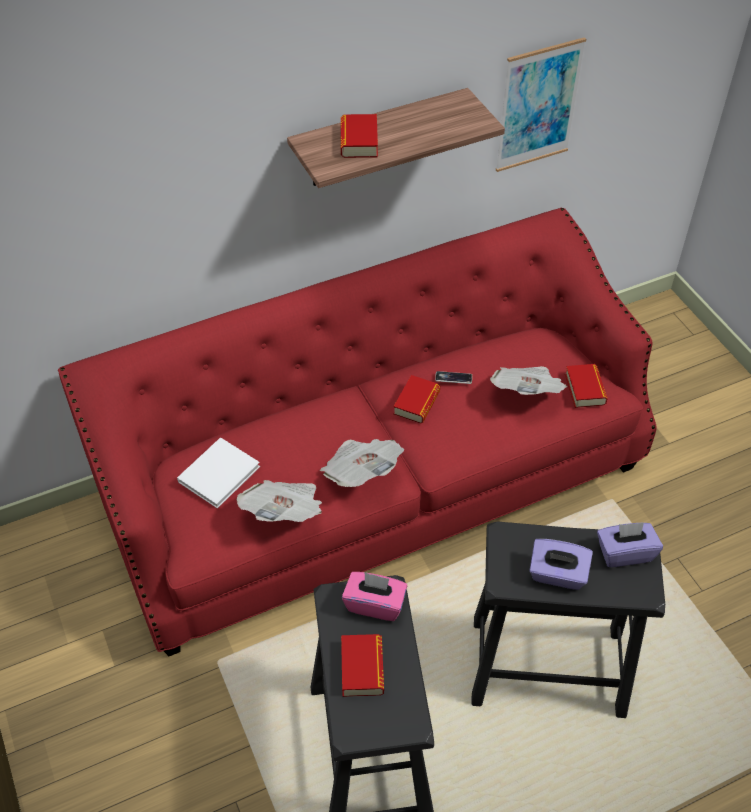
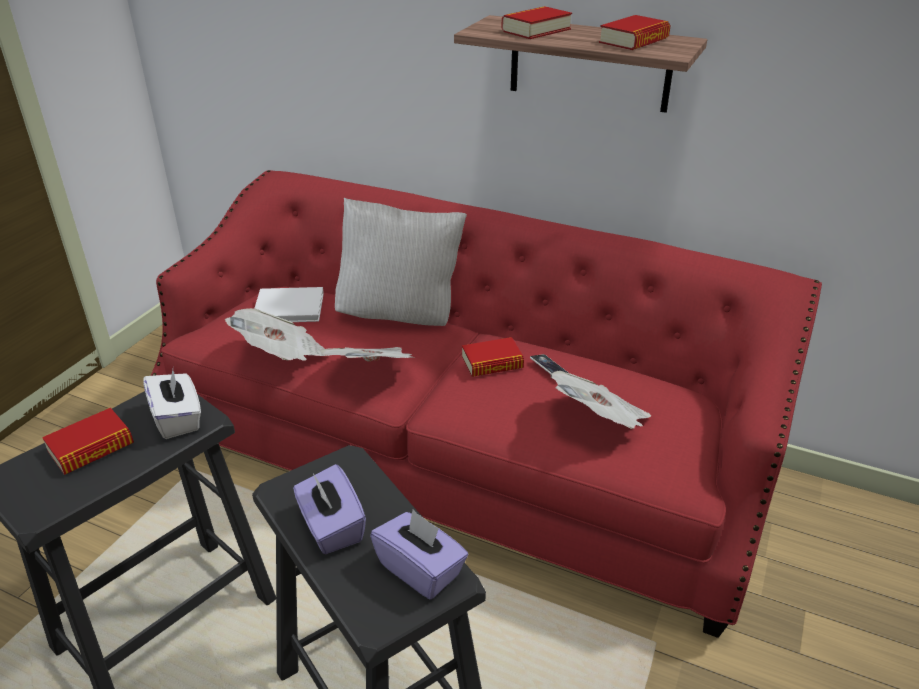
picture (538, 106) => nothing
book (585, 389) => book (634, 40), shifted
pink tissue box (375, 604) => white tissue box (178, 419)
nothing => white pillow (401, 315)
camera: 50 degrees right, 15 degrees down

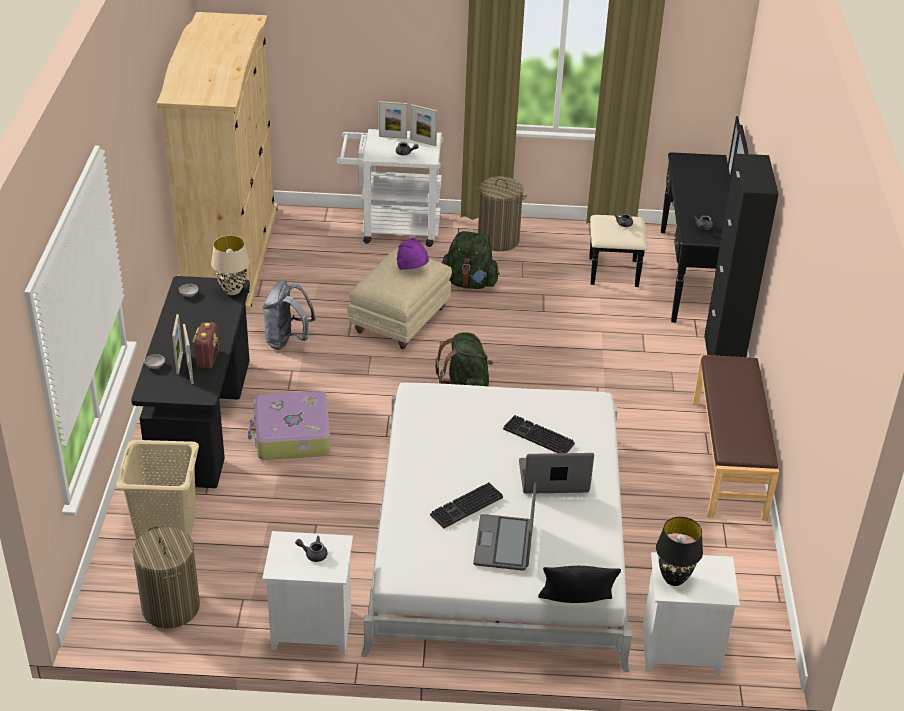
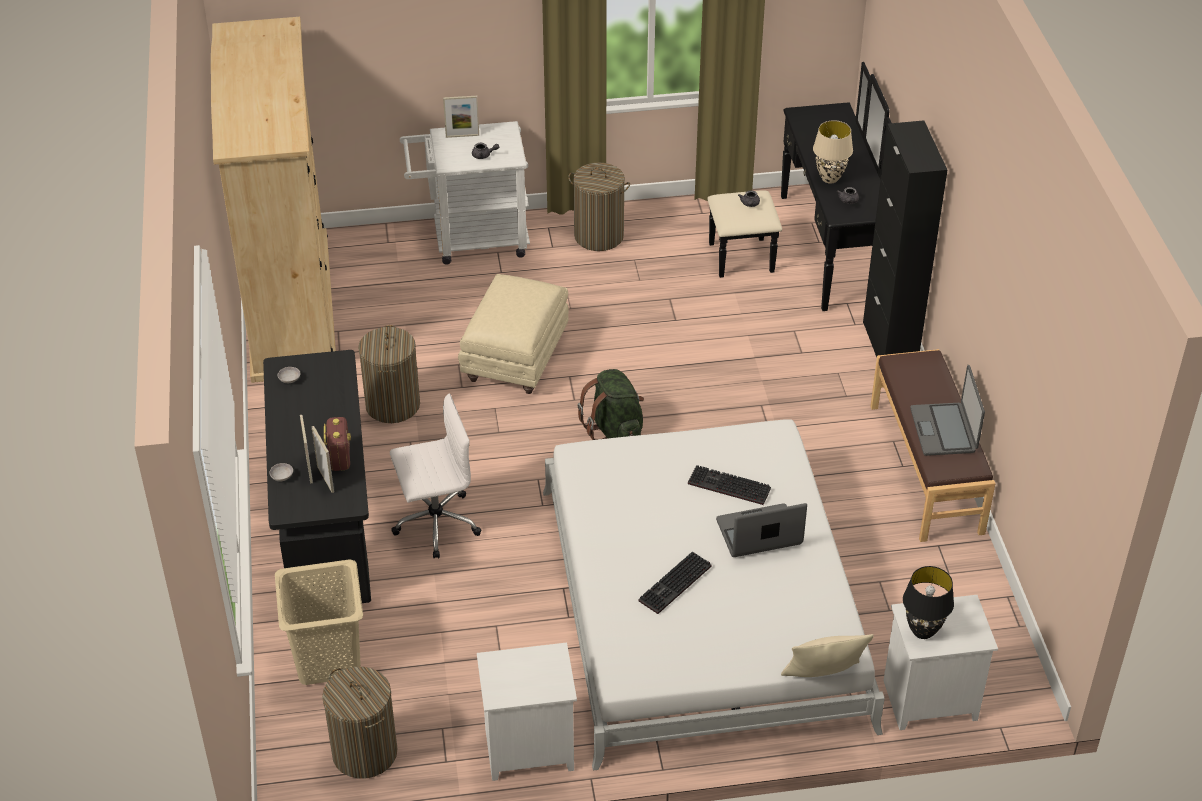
picture frame (423, 142) => nothing
green backpack (469, 283) => nothing
beige table lamp (233, 290) => beige table lamp (830, 178), shifted
purple hat (412, 269) => nothing
grey backpack (287, 341) => laundry basket (393, 405)
suitcase (291, 436) => white office chair (435, 523)
laptop (504, 543) => laptop (944, 430), shifted
grey teapot (313, 554) => nothing
black pillow (575, 606) => beige pillow (823, 678)
camera: 10 degrees left, 5 degrees up

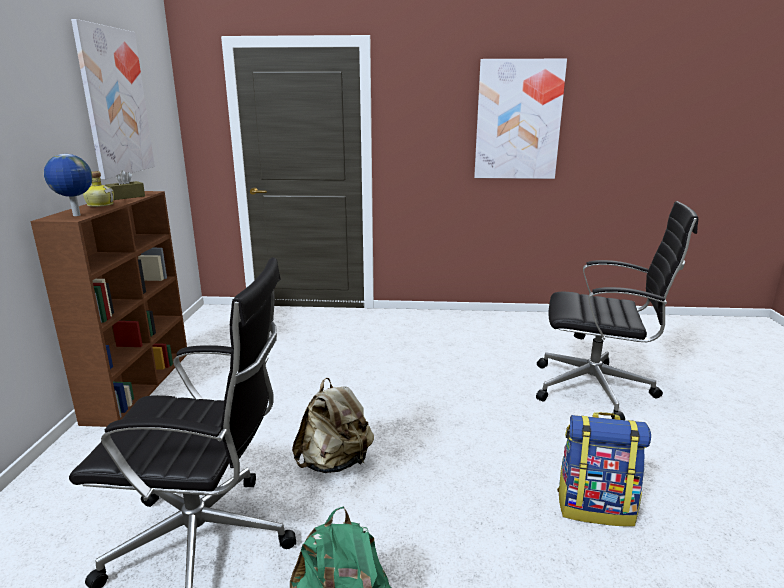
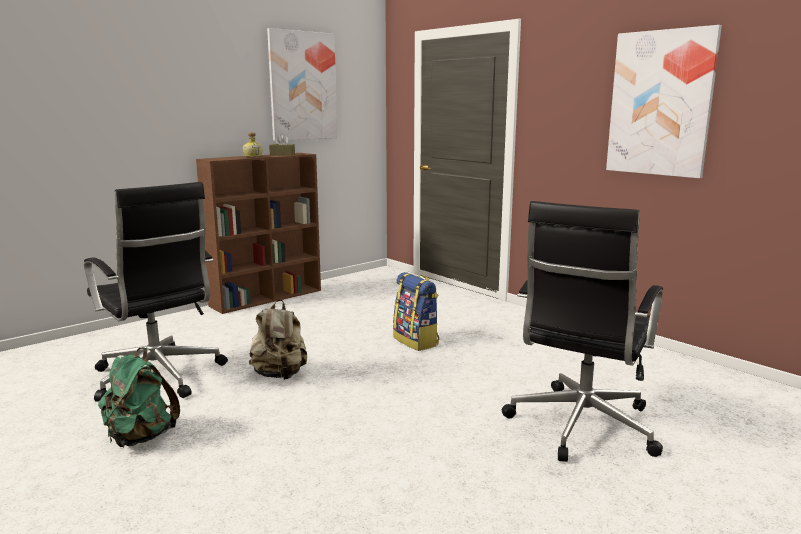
globe (76, 215) => nothing
black office chair (596, 389) => black office chair (580, 427), 60 degrees clockwise
backpack (595, 507) => backpack (416, 341), shifted
camera: 45 degrees right, 5 degrees down

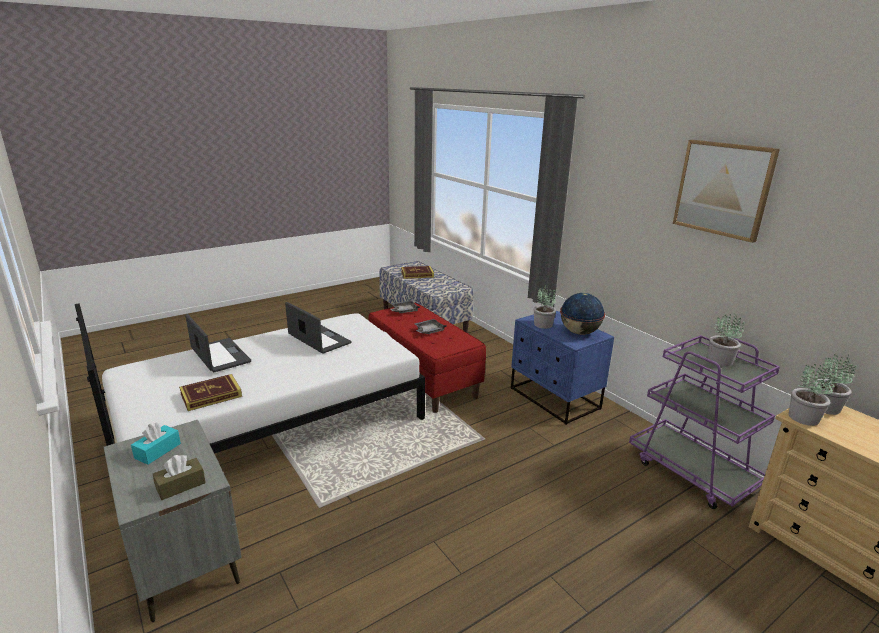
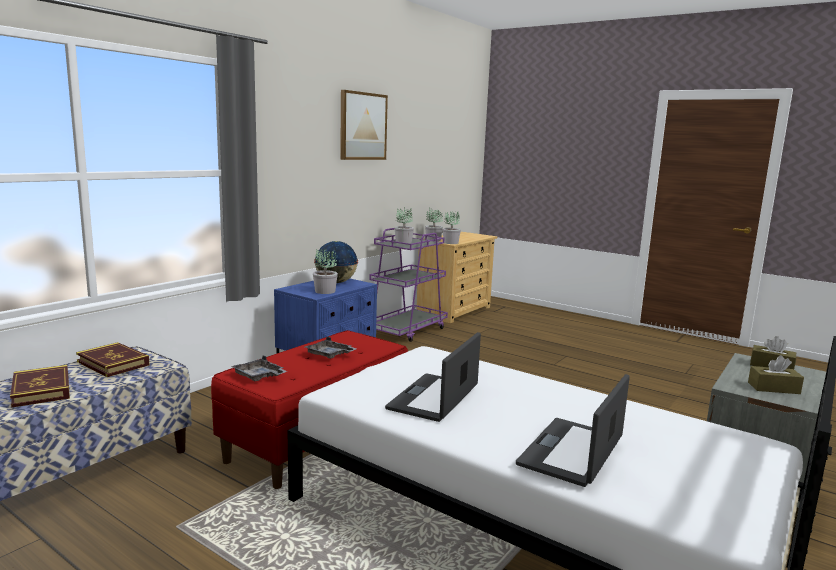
book (211, 395) => book (113, 363), shifted
turquoise tissue box (158, 451) => brown tissue box (773, 388)
camera: 110 degrees left, 10 degrees down

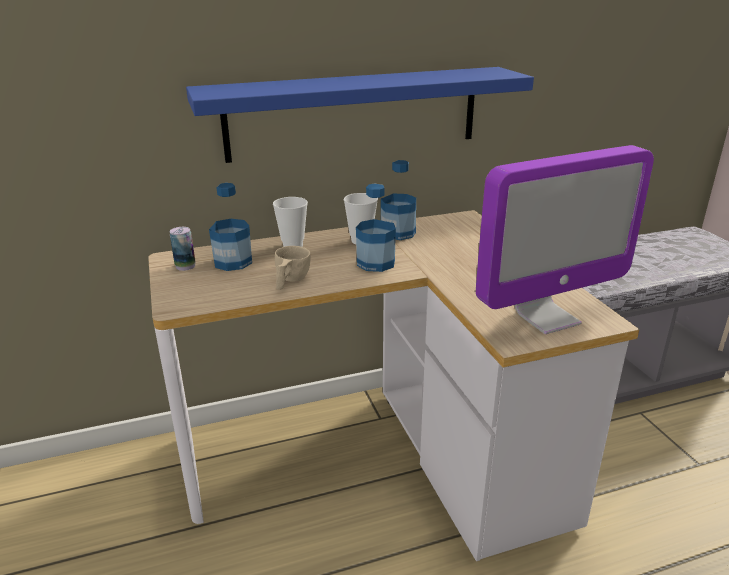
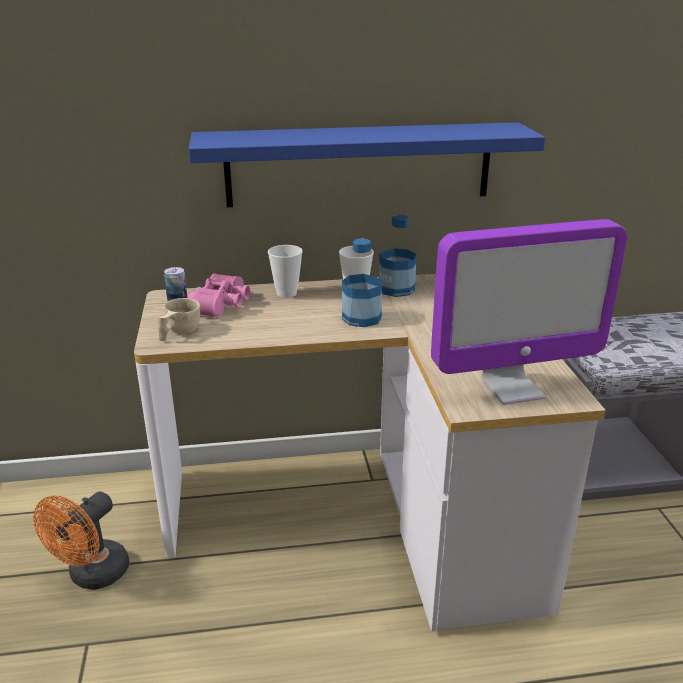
bottle (233, 262) => pink binoculars (223, 305)
beige cup (290, 281) => beige cup (178, 333), shifted
nothing => orange fan (92, 576)
camera: 10 degrees right, 0 degrees up

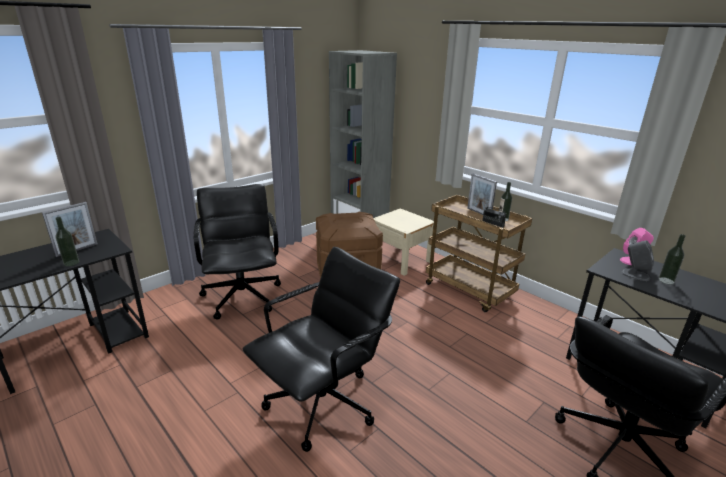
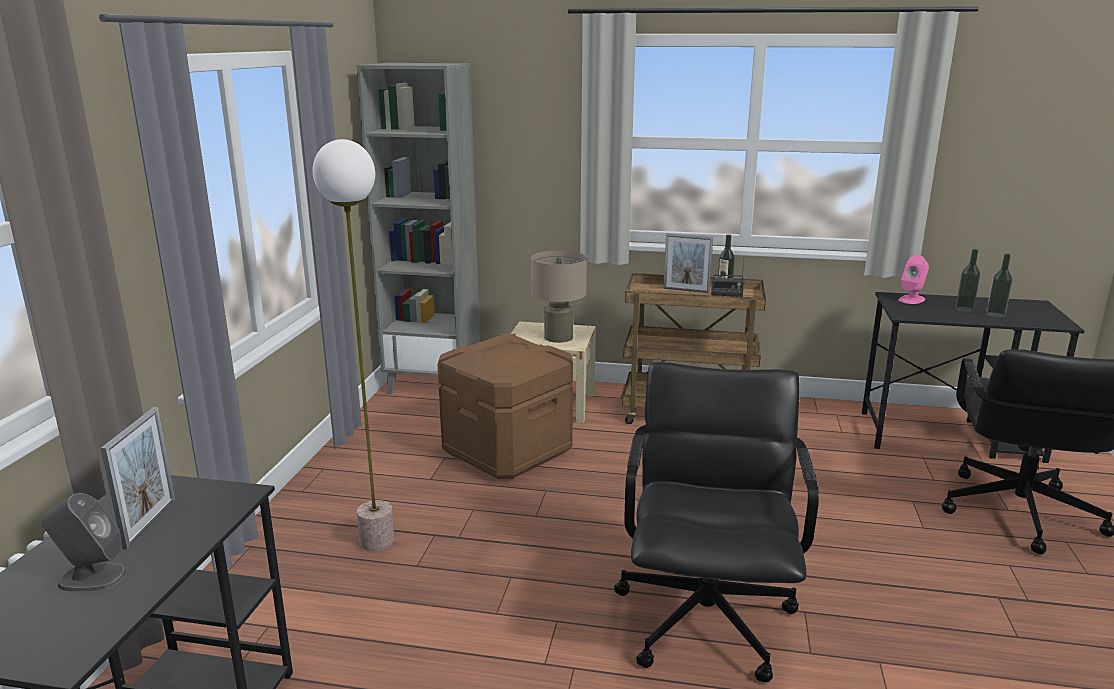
black office chair (243, 296) => floor lamp (377, 540)
bottle (71, 263) => bottle (995, 315), shifted
grey speaker (635, 275) => grey speaker (91, 578), shifted
nothing => beige table lamp (558, 337)
camera: 35 degrees left, 5 degrees down

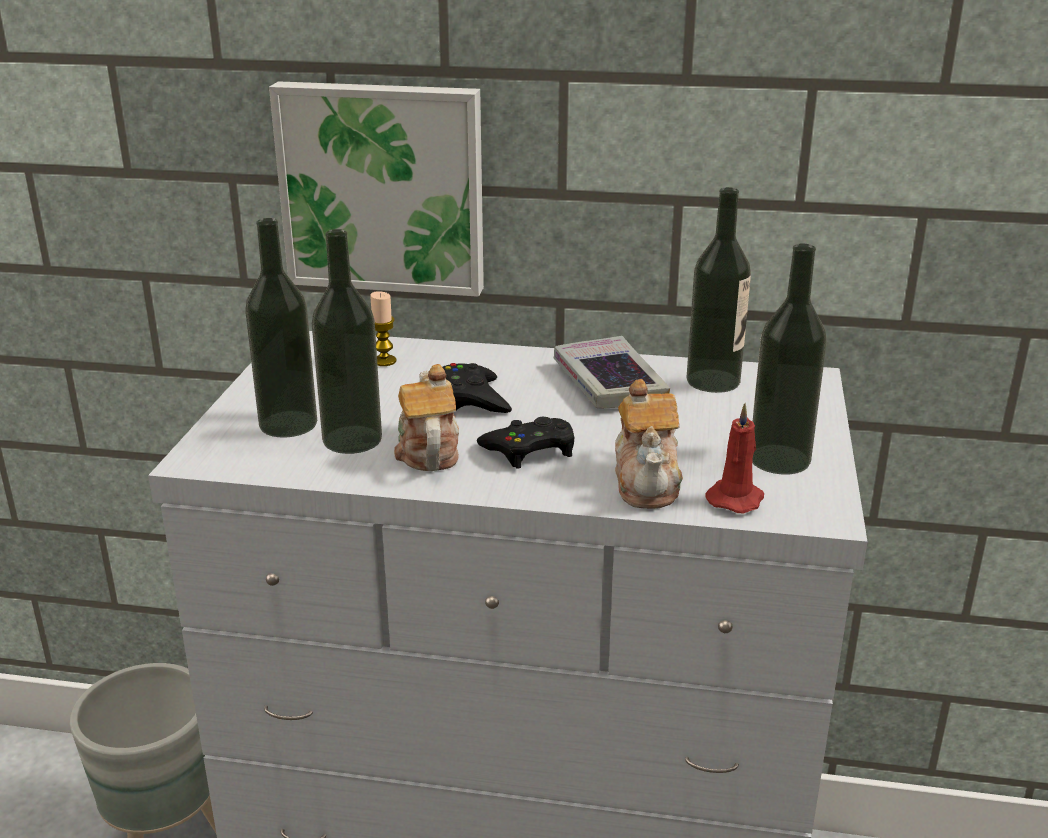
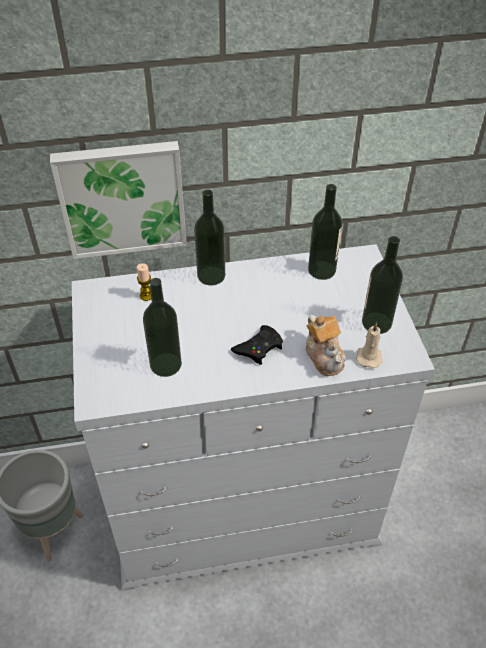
bottle (288, 424) => bottle (211, 276), shifted
book (609, 383) => nothing
black game controller (472, 398) => nothing
teapot (427, 451) => nothing
red candle (736, 498) => beige candle (369, 356)
camera: 20 degrees left, 20 degrees up

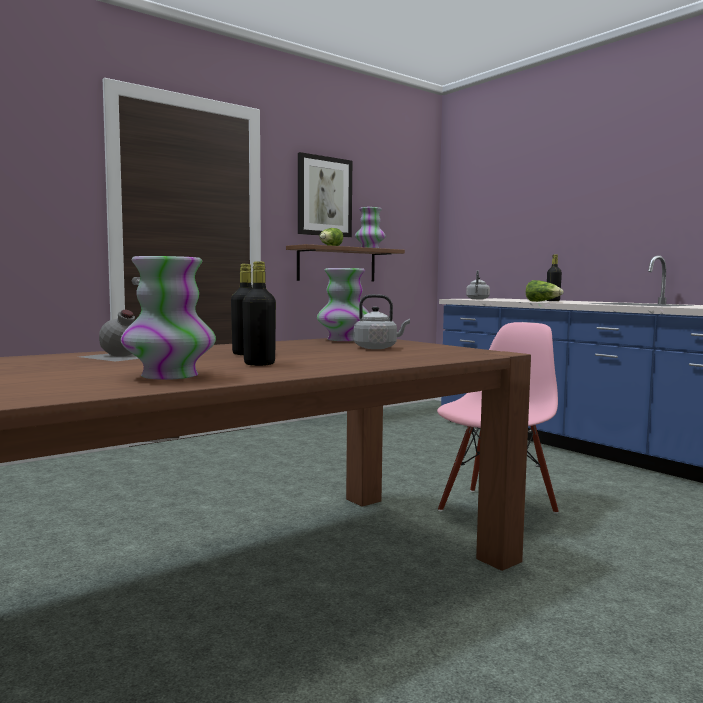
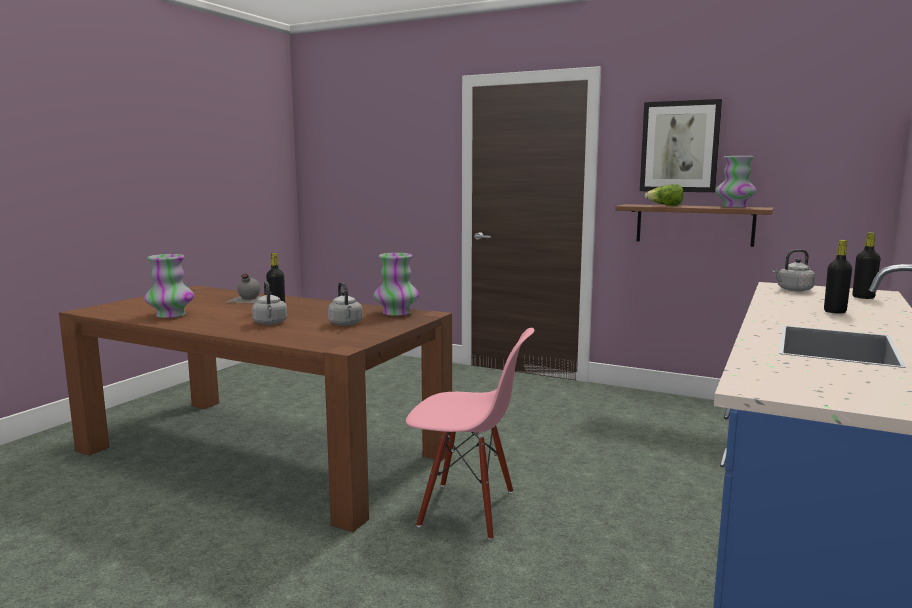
black bottle (259, 364) => black bottle (863, 297), shifted
lettuce (542, 301) => nothing
nothing => grey kettle (270, 323)
camera: 65 degrees right, 5 degrees up

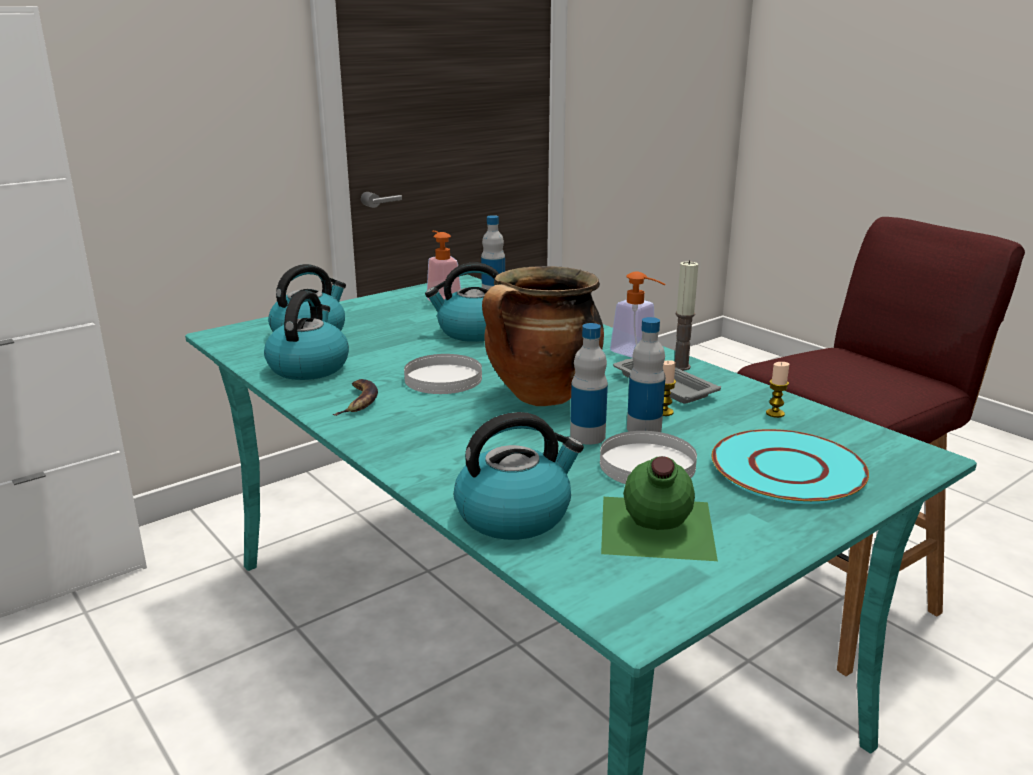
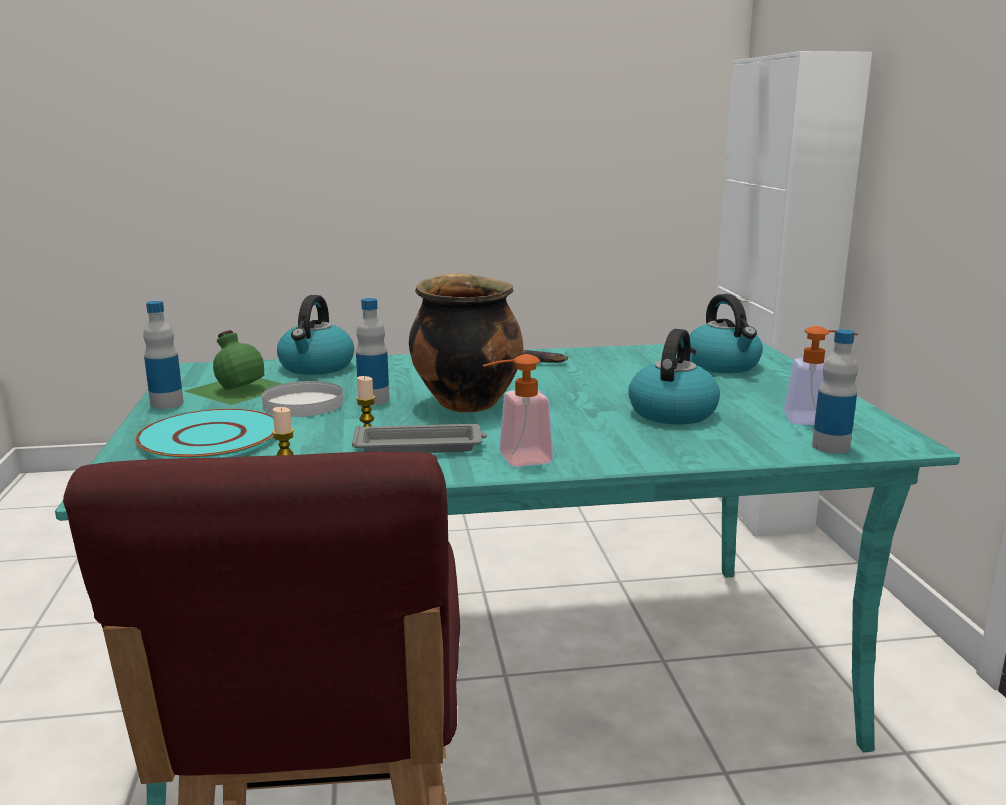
candle (681, 367) => nothing
kettle (309, 367) => nothing
bottle (644, 429) => bottle (167, 403), shifted
white plate (444, 378) => nothing
camera: 120 degrees right, 5 degrees down

